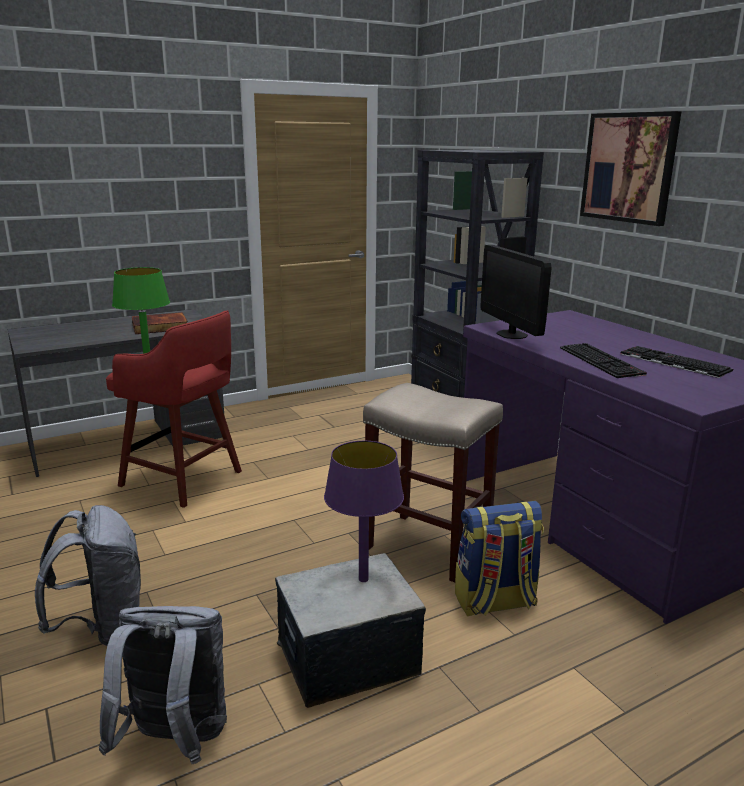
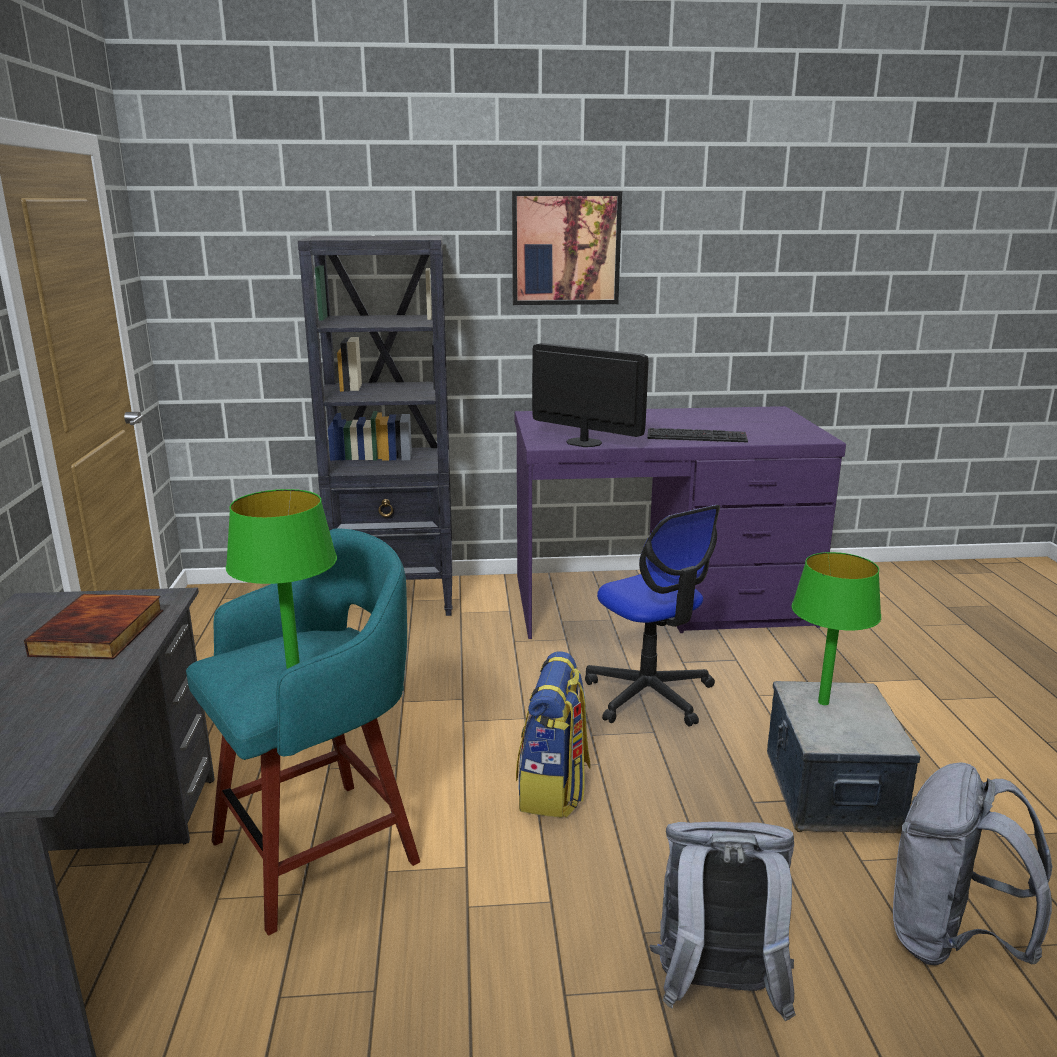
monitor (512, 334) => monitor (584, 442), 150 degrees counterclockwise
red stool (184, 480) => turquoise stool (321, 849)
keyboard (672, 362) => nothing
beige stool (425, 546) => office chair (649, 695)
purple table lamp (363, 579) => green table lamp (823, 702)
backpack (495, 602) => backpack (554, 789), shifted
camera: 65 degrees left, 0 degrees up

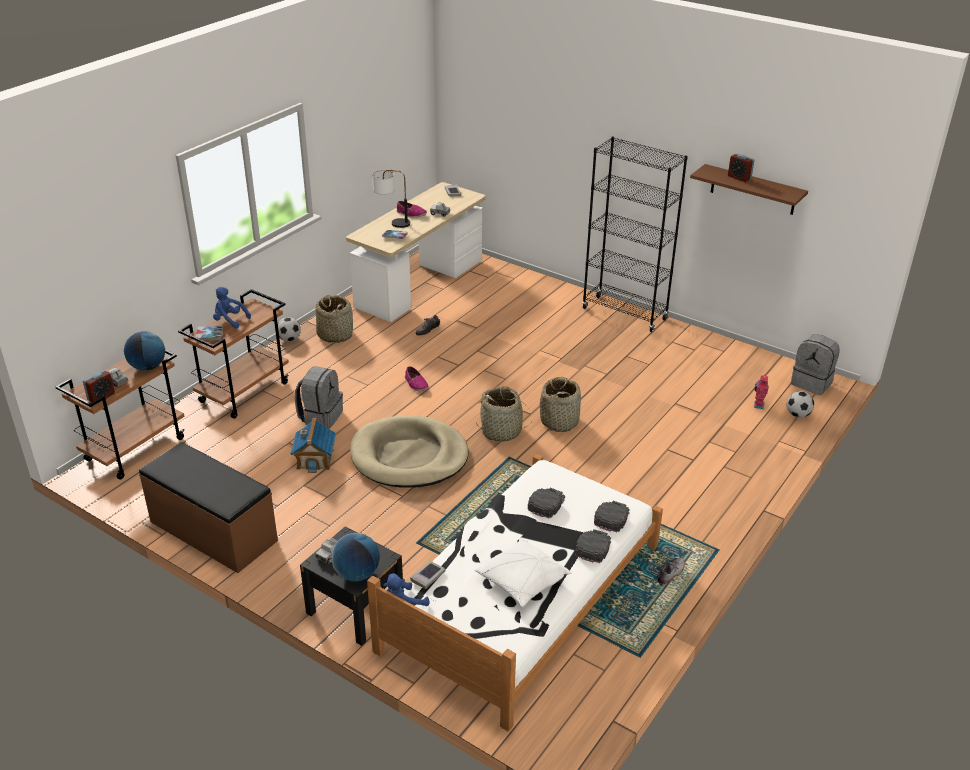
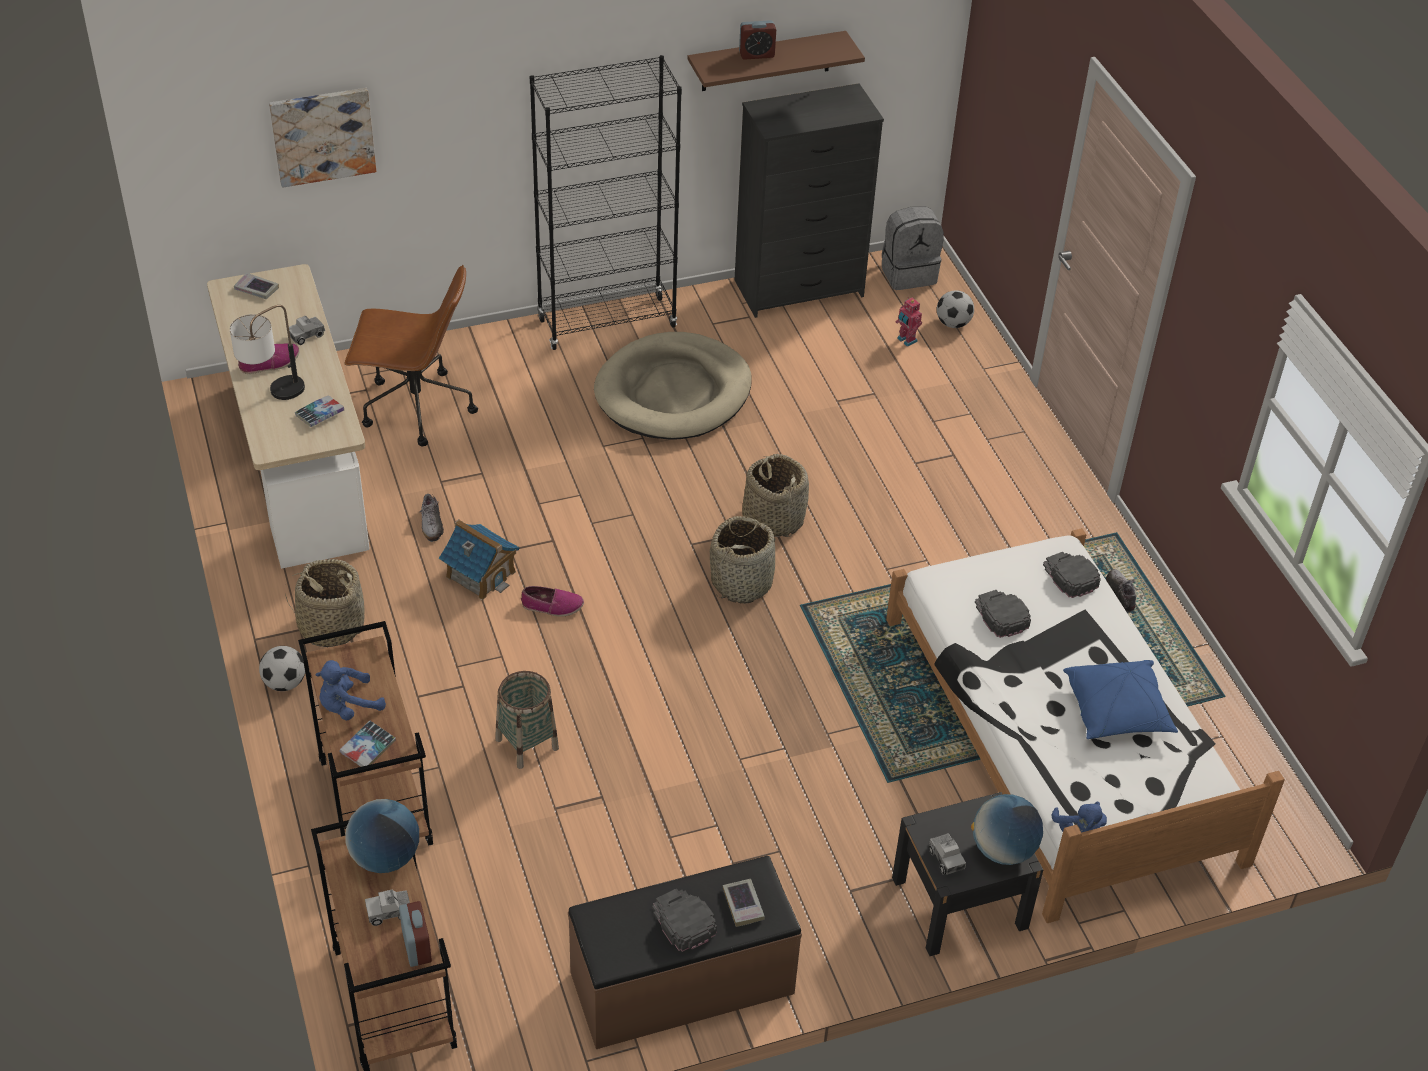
grey backpack (321, 416) => basket (526, 744)
beige dog bed (409, 456) => beige dog bed (673, 392), shifted
toy house (315, 459) => toy house (480, 574), shifted
black cap (593, 547) => black cap (683, 921), shifted
white pillow (522, 581) => blue pillow (1117, 711)
book (428, 577) => book (743, 905), shifted
nothing => black dresser (800, 288)
nothing => picture (323, 135)
nothing => brown office chair (415, 408)
camera: 55 degrees left, 10 degrees up

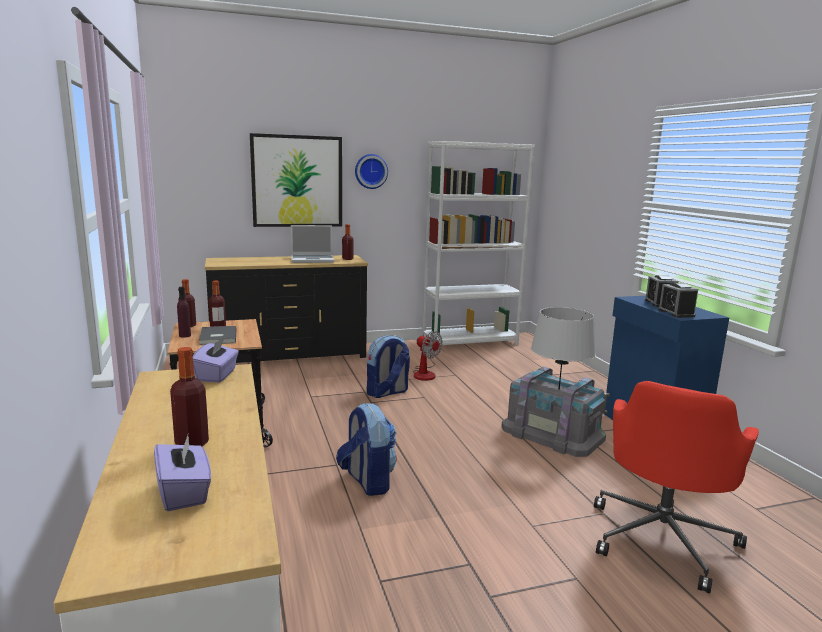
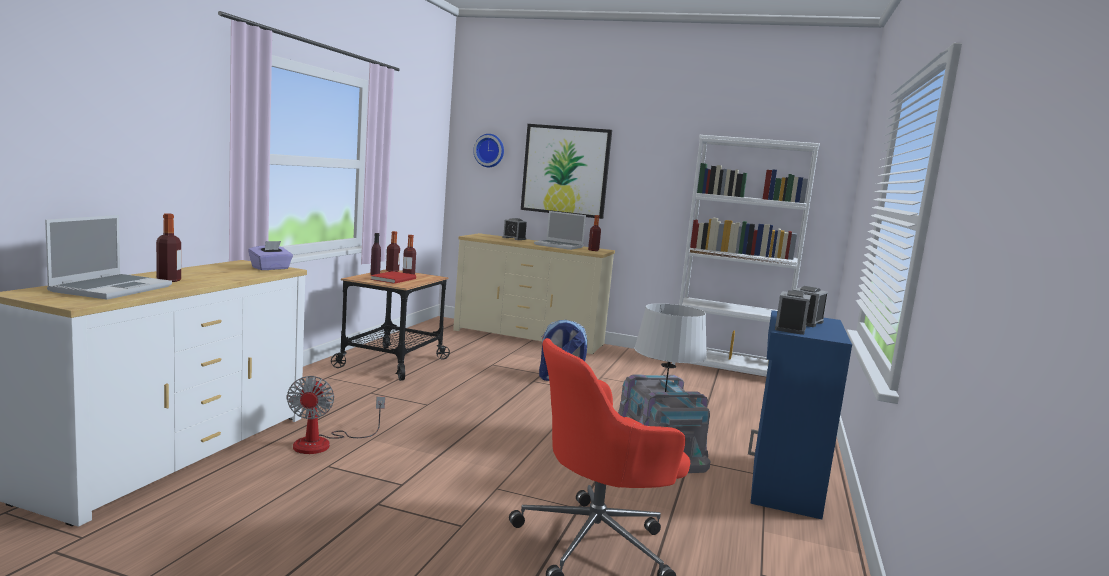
wall clock (370, 171) => wall clock (489, 150), shifted
black dresser (289, 355) => beige dresser (529, 337)
grey book (217, 337) => red book (392, 279)
fan (425, 373) => fan (324, 443), shifted
backpack (367, 481) => nothing
purple tissue box (184, 493) => laptop (112, 288)
nothing => alarm clock (514, 238)
camera: 35 degrees right, 5 degrees down

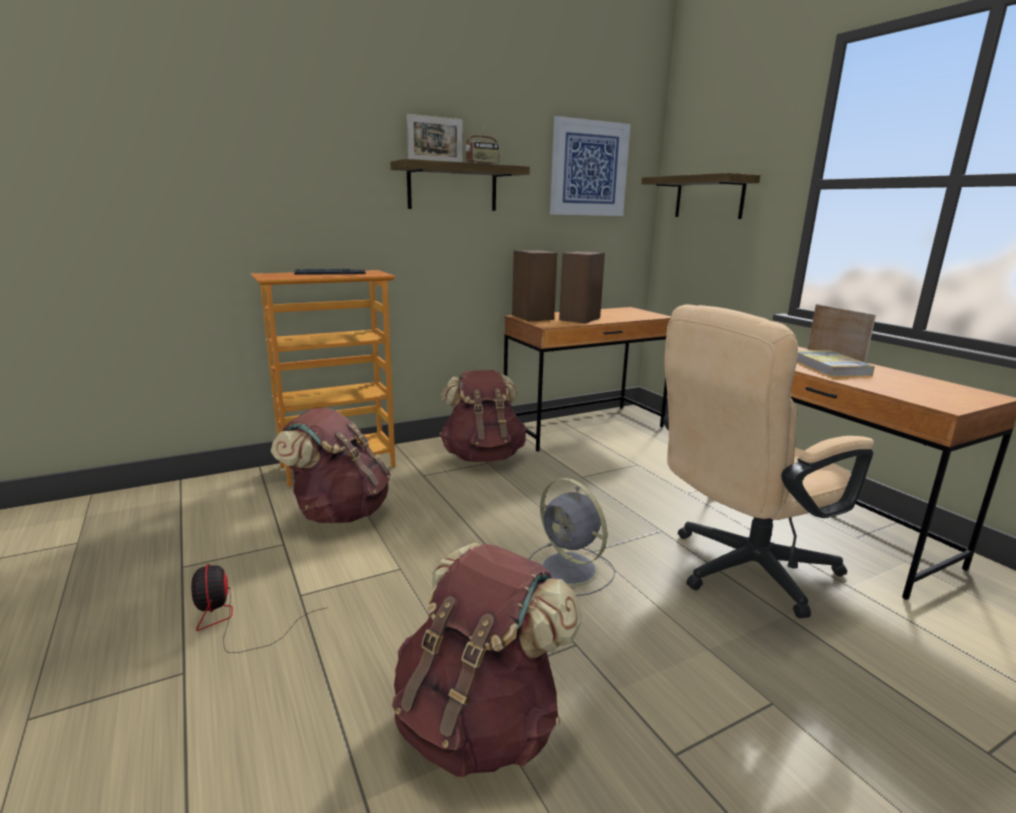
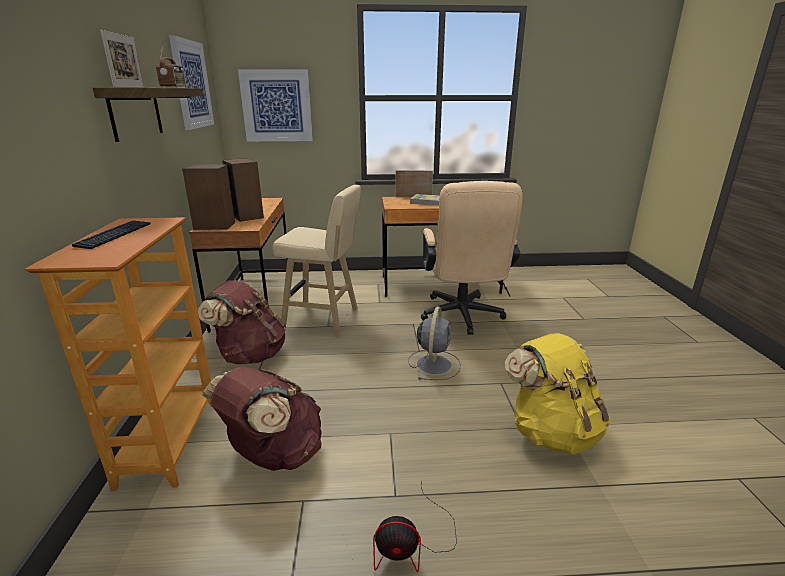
shelf (709, 197) => picture (277, 106)
grey fan (570, 570) => grey fan (434, 364), 60 degrees counterclockwise
brown backpack (479, 723) => yellow backpack (552, 431)
nothing => beige stool (324, 319)
camera: 65 degrees left, 5 degrees up

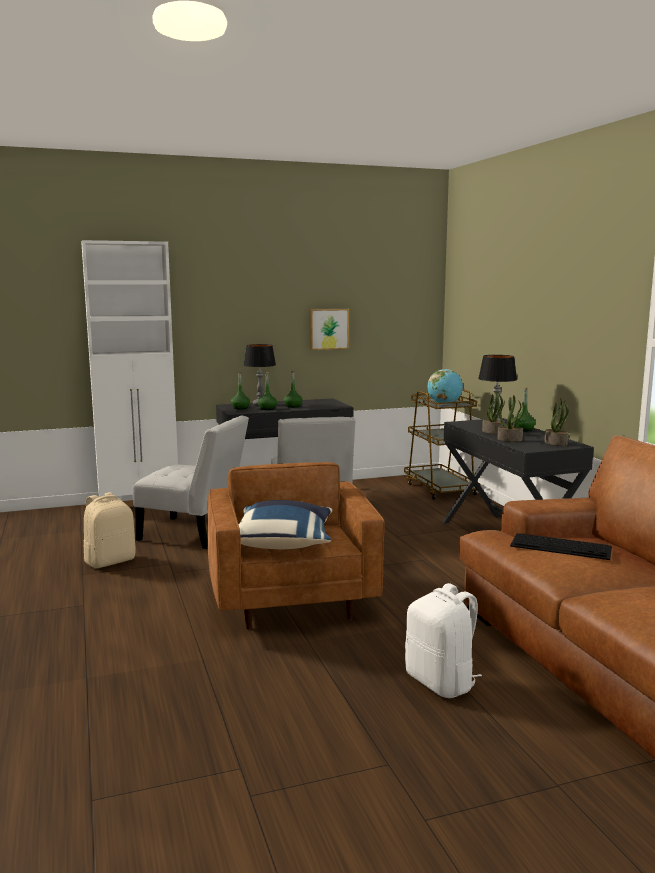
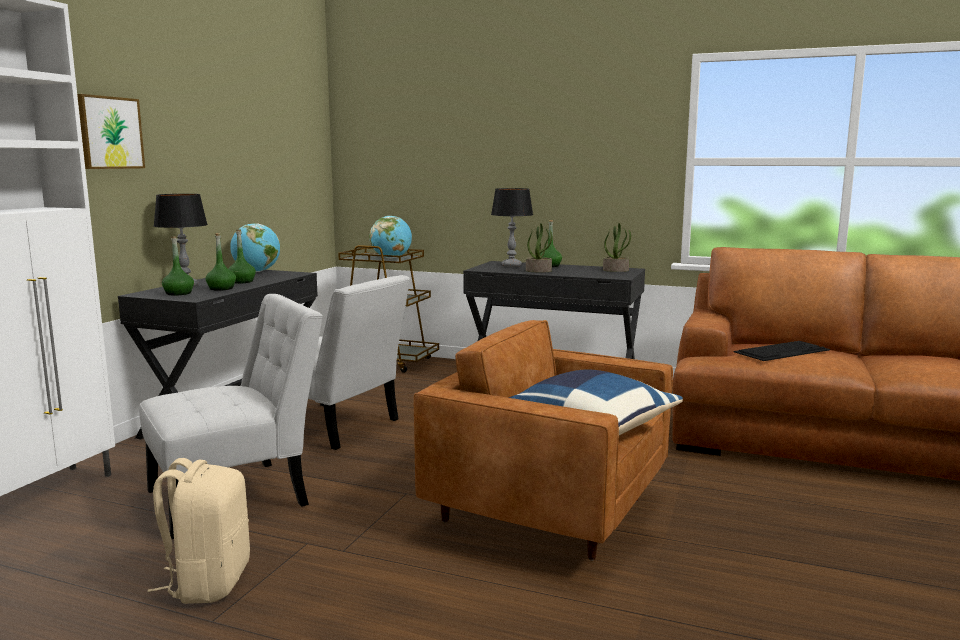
picture (328, 329) => picture (108, 133), shifted
potted plant (510, 439) => nothing
white backpack (441, 682) => nothing
nothing => globe (256, 271)
camera: 50 degrees left, 0 degrees up

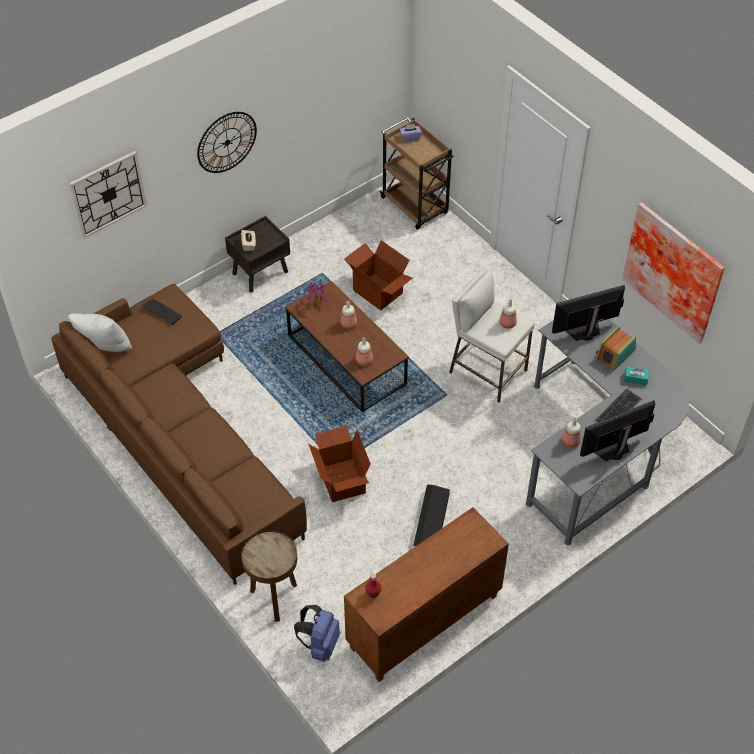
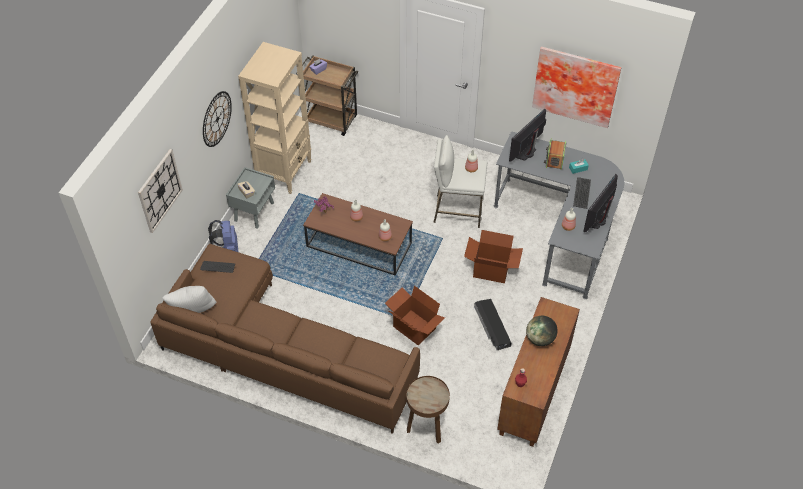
brown nightstand (260, 272) => grey nightstand (254, 211)
cardboard box (378, 291) => cardboard box (491, 269), shifted
blue backpack (320, 644) => blue backpack (227, 248), shifted
nothing => beige bookcase (285, 172)
nothing => globe (540, 339)
camera: 30 degrees left, 0 degrees up

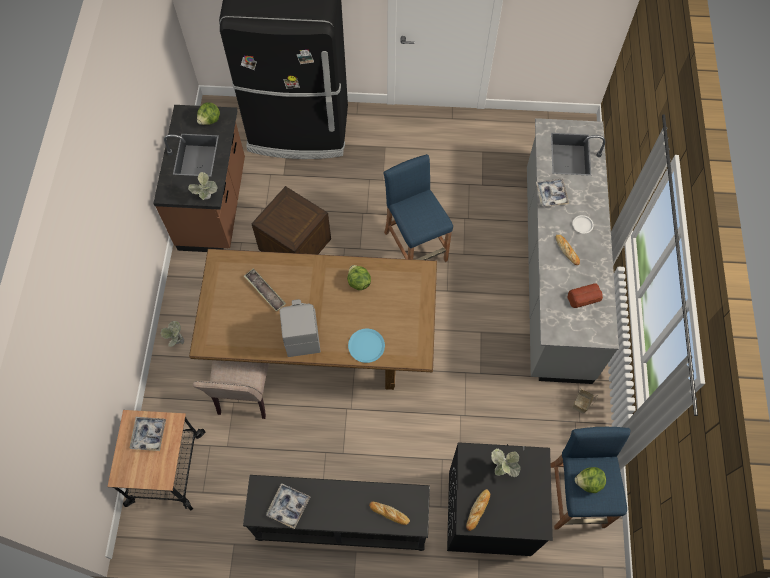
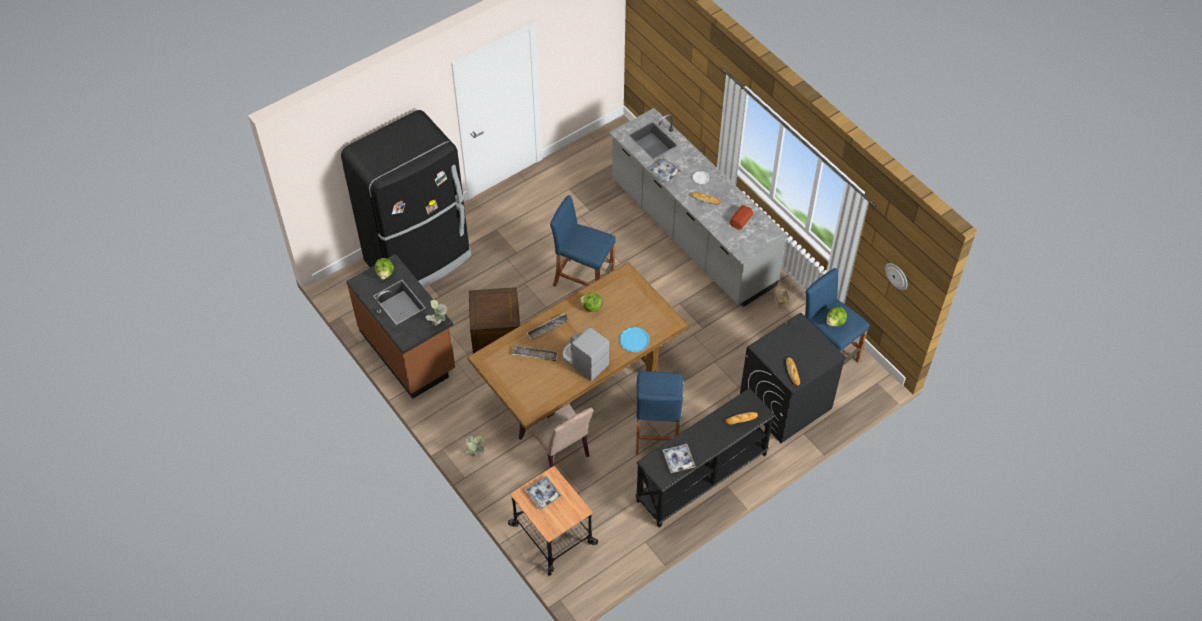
potted plant (502, 469) => nothing
nothing => wall clock (897, 276)
nothing => tray (548, 328)
nothing => blue stool (656, 432)
camera: 40 degrees left, 10 degrees down

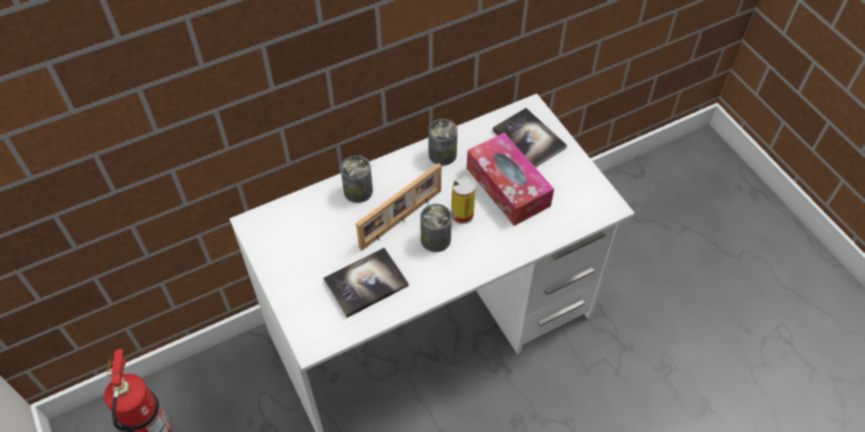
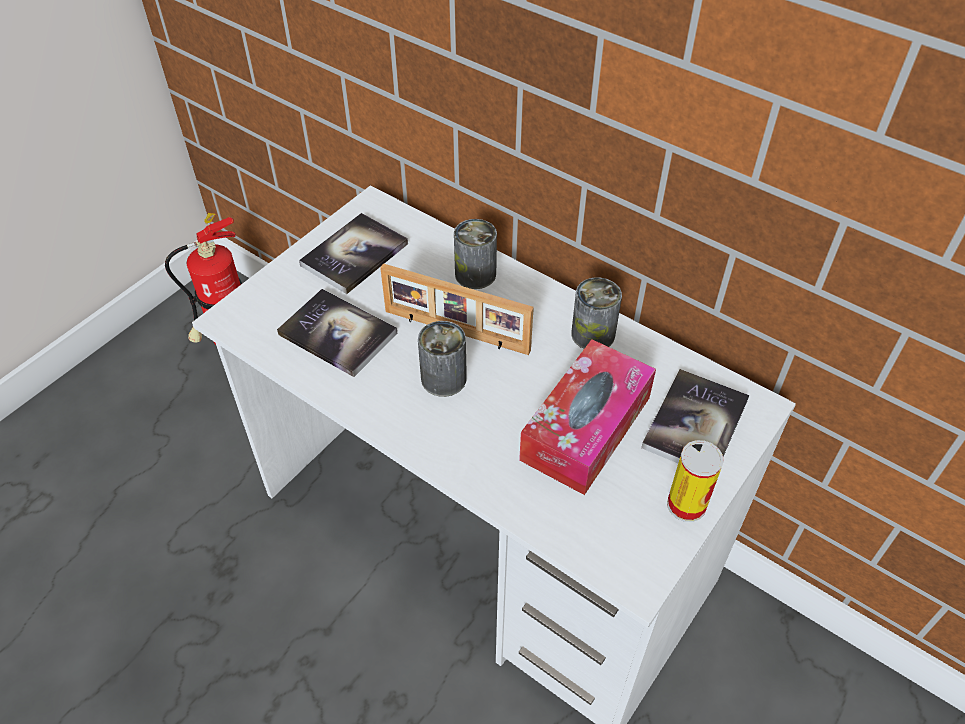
can (462, 214) => can (686, 504), shifted
nothing => book (354, 255)
camera: 65 degrees right, 5 degrees down

